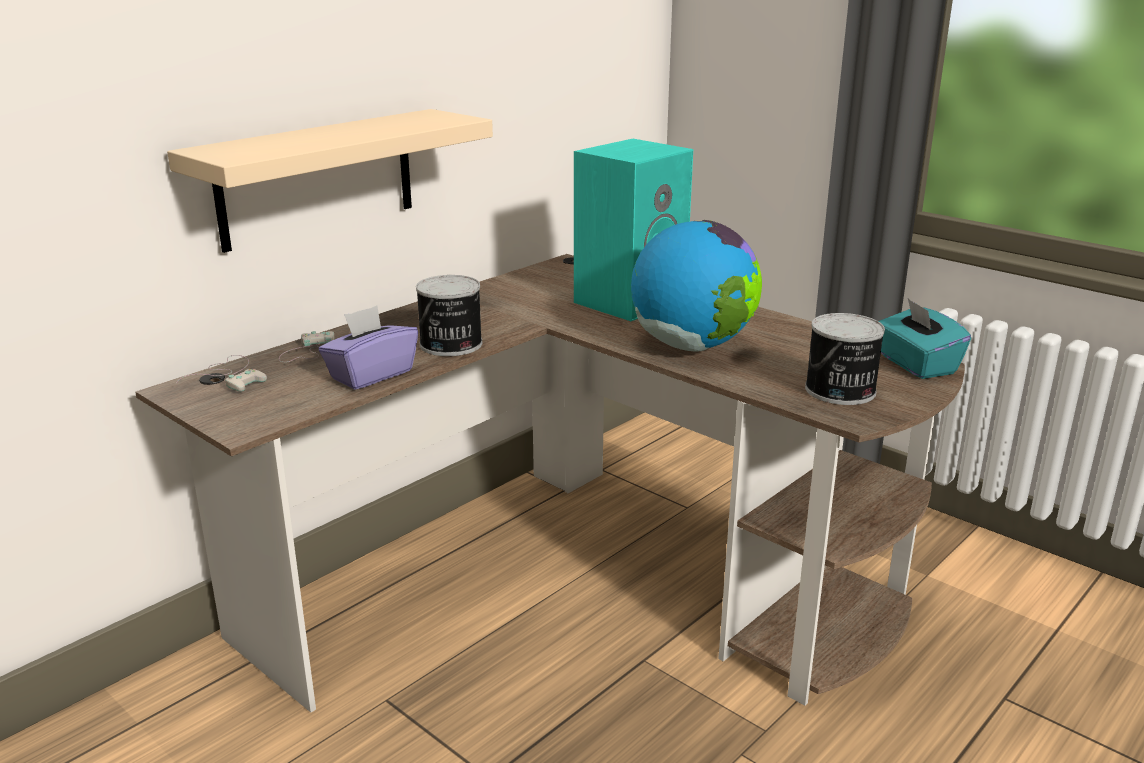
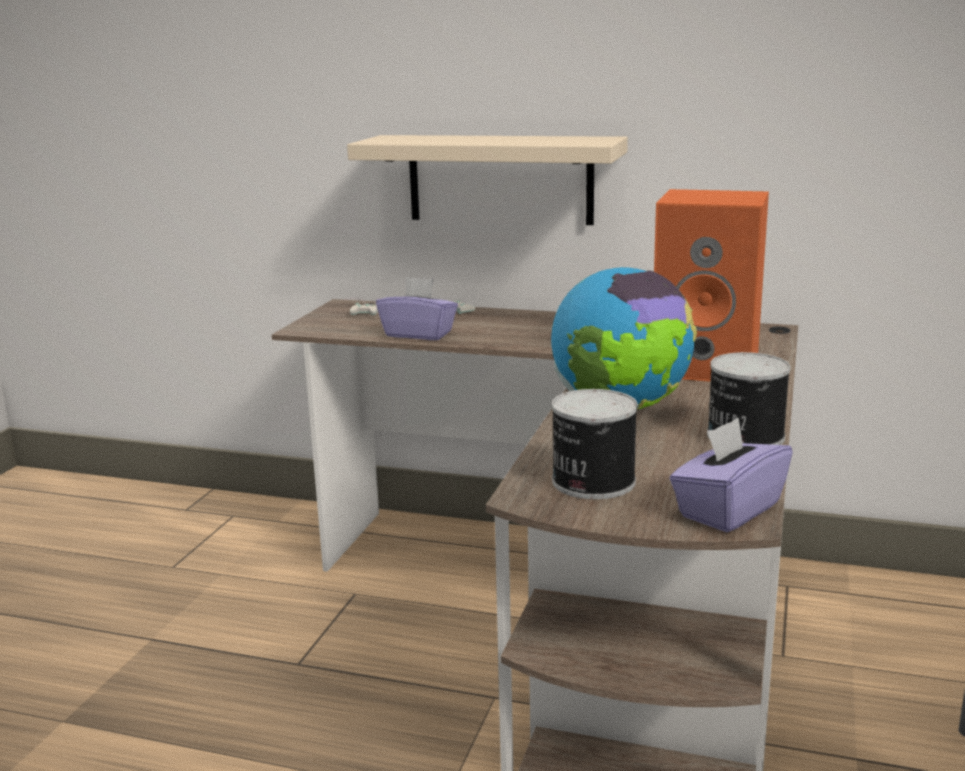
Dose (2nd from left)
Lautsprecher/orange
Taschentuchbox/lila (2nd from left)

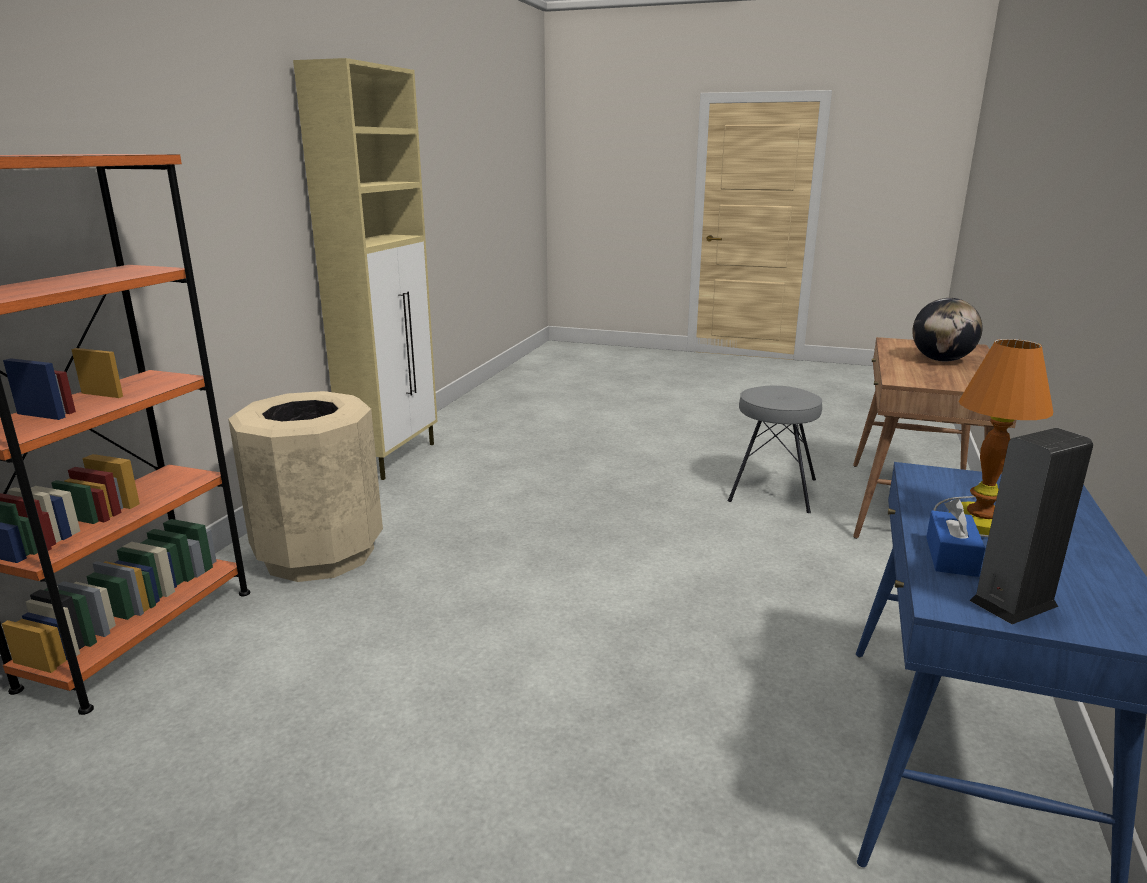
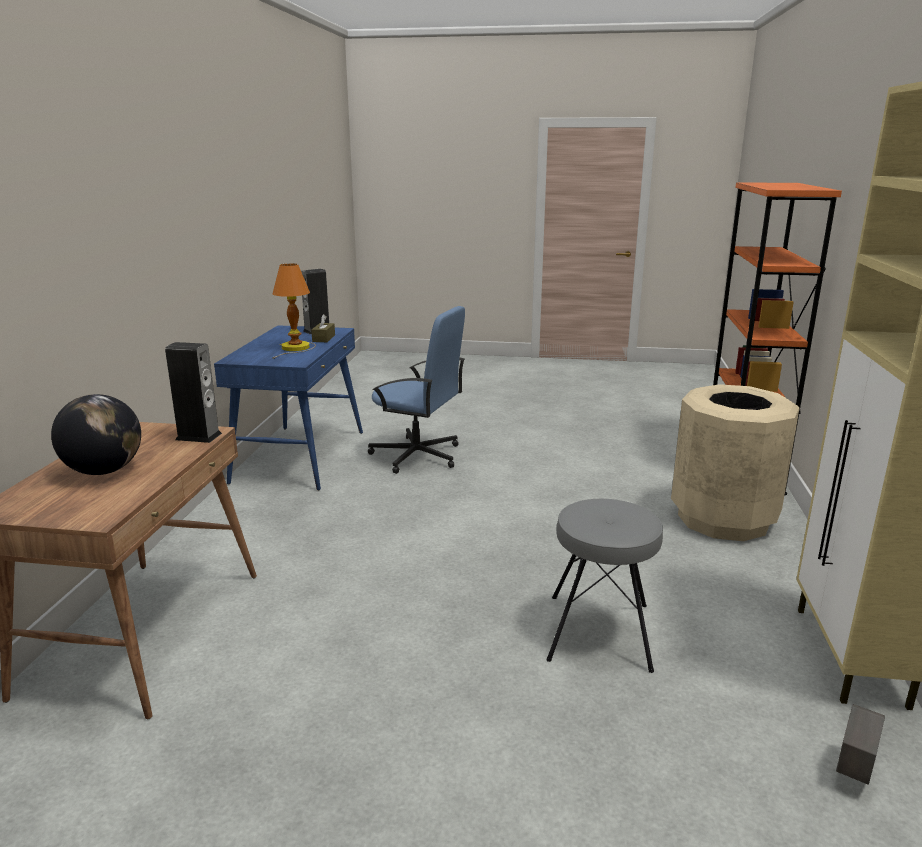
Hocker/grau
Taschentuchbox/braun
Lautsprecher (1st from left)
Bürostuhl/blau
Pflanzkübel/grau

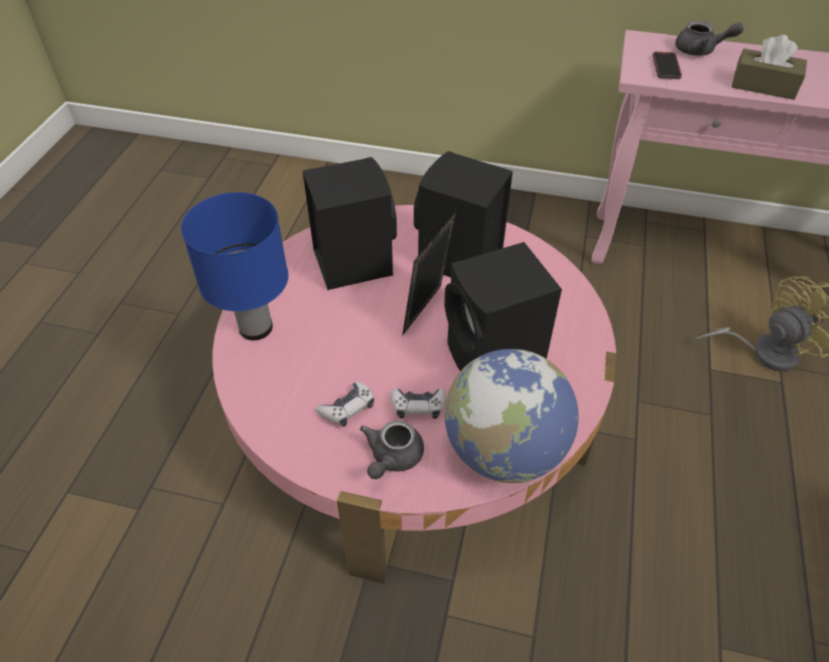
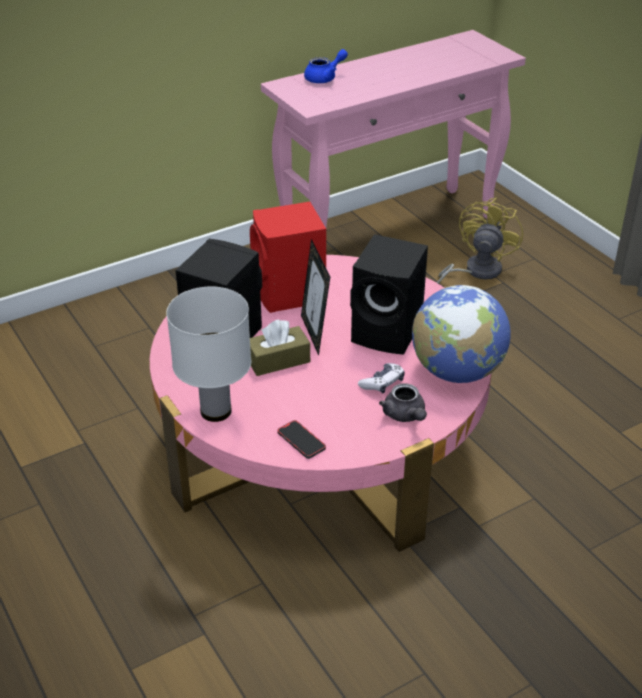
Tischlampe/weiß
Gamepad (1st from left in the first image)
Lautsprecher/rot
Handy
Teekanne/blau
Taschentuchbox/braun

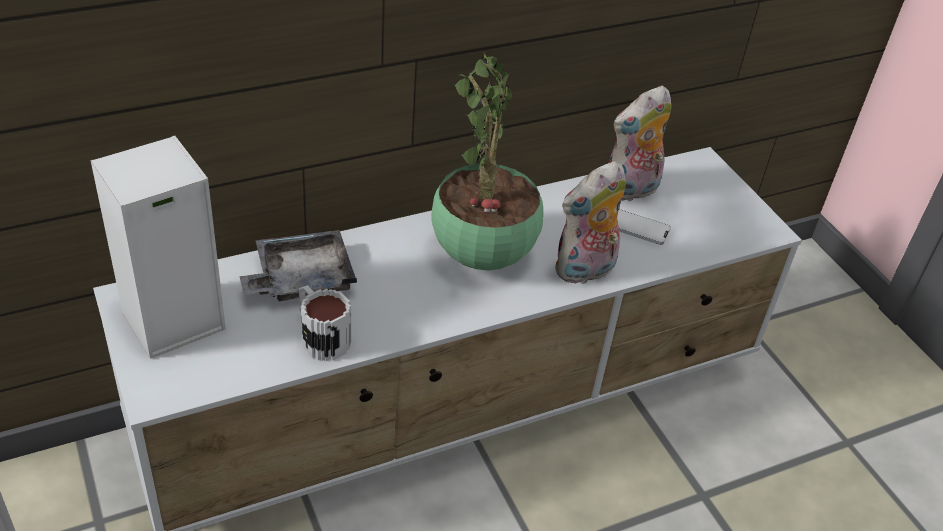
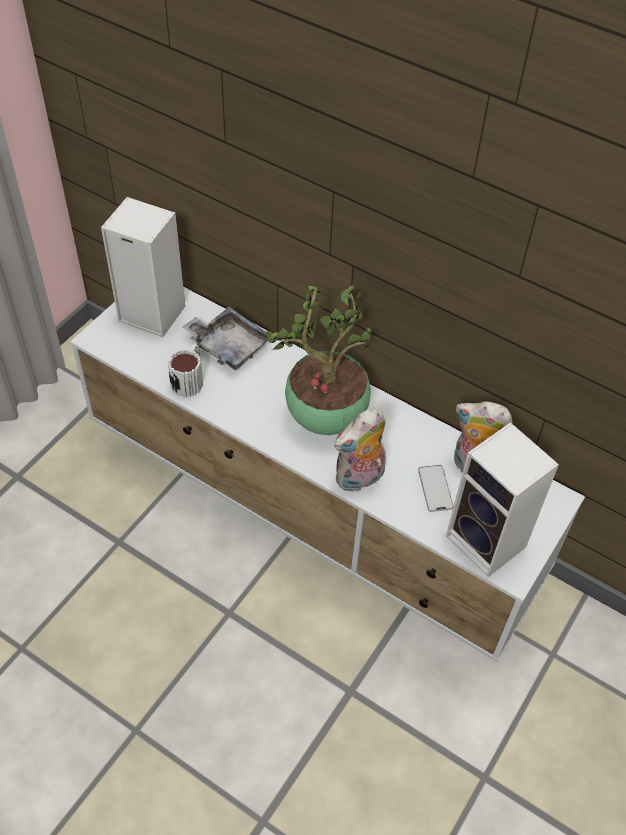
Plüschtier (1st from left)
Lautsprecher (2nd from left)

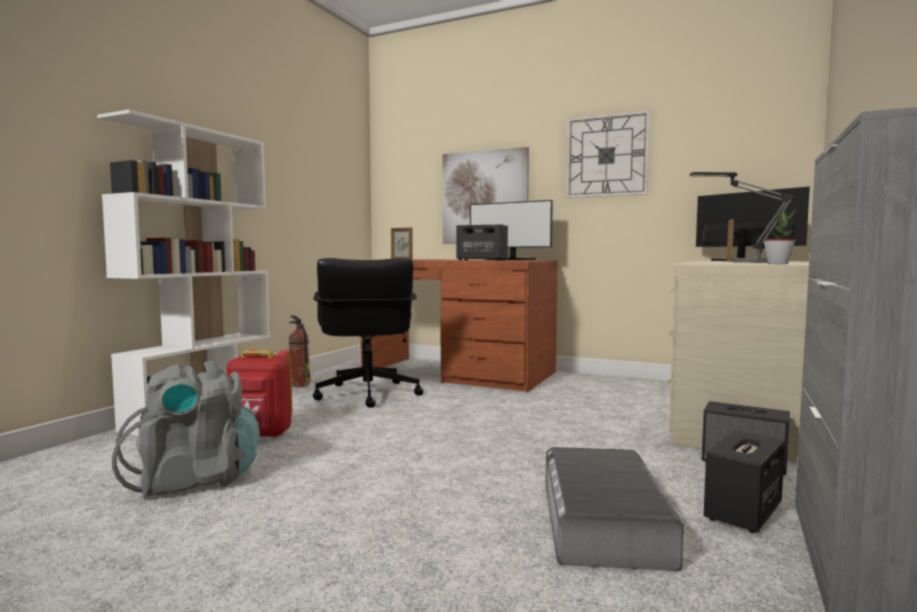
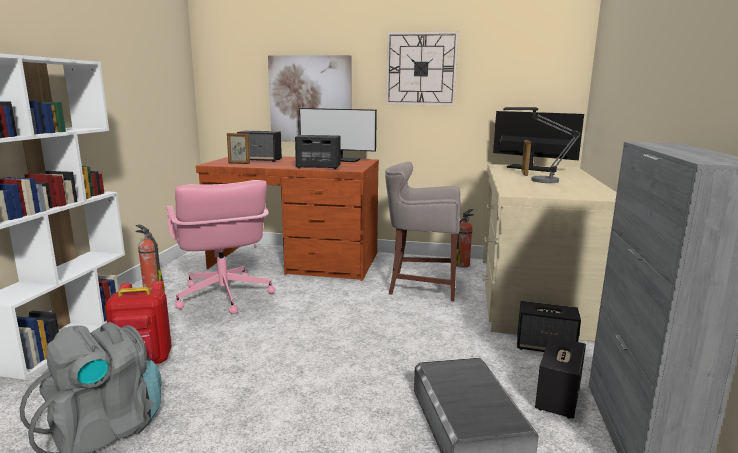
Bürostuhl/rosa
Topfpflanze
Lautsprecher (1st from left)
Hocker/grau
Feuerlöscher (2nd from left)

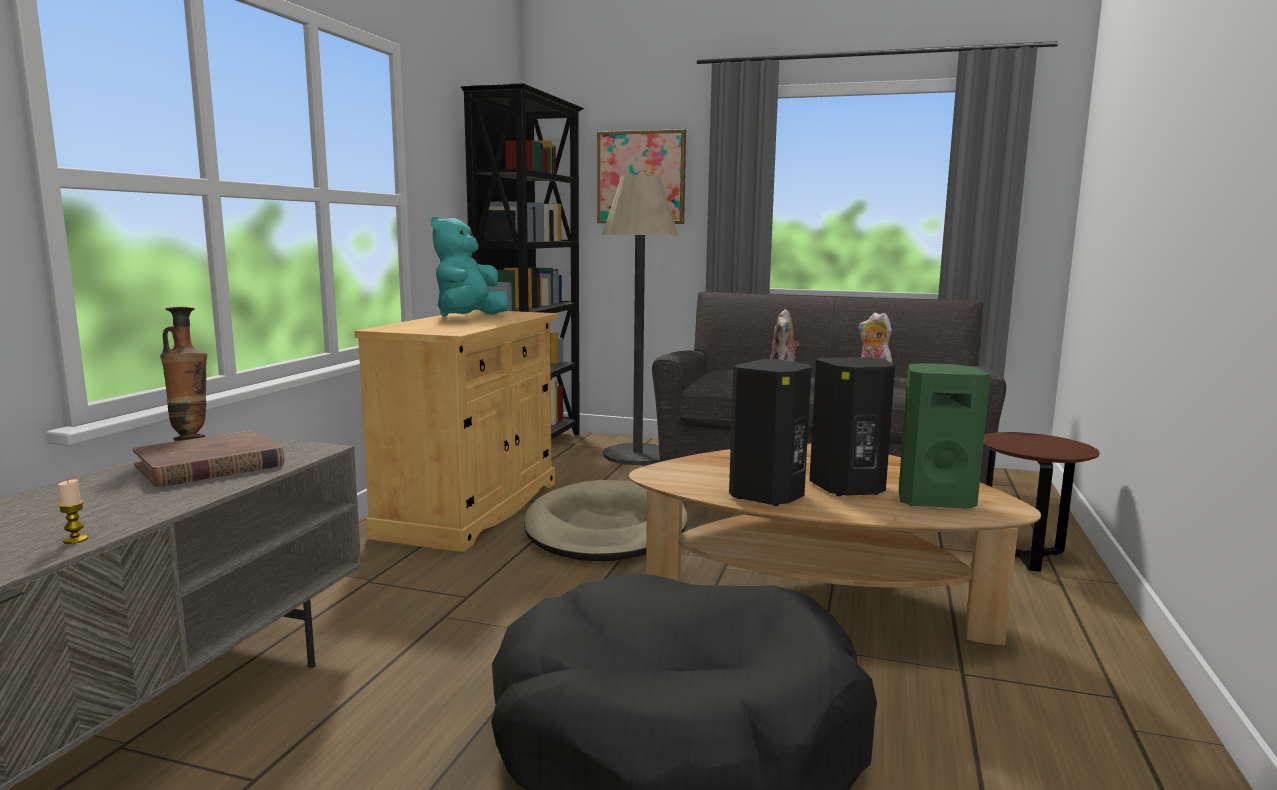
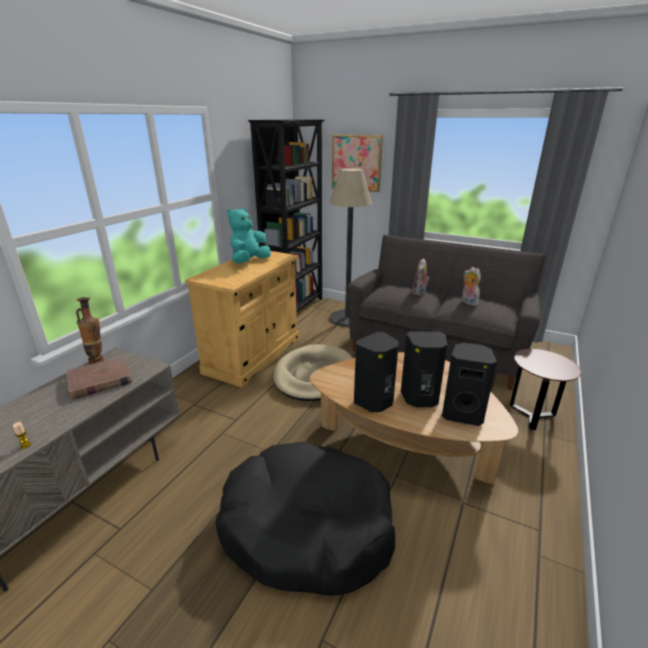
Lautsprecher/schwarz (3rd from left)

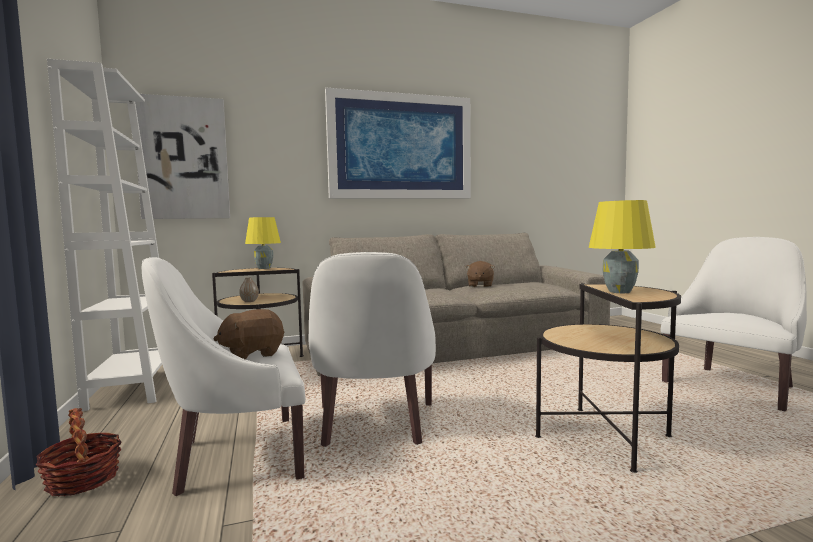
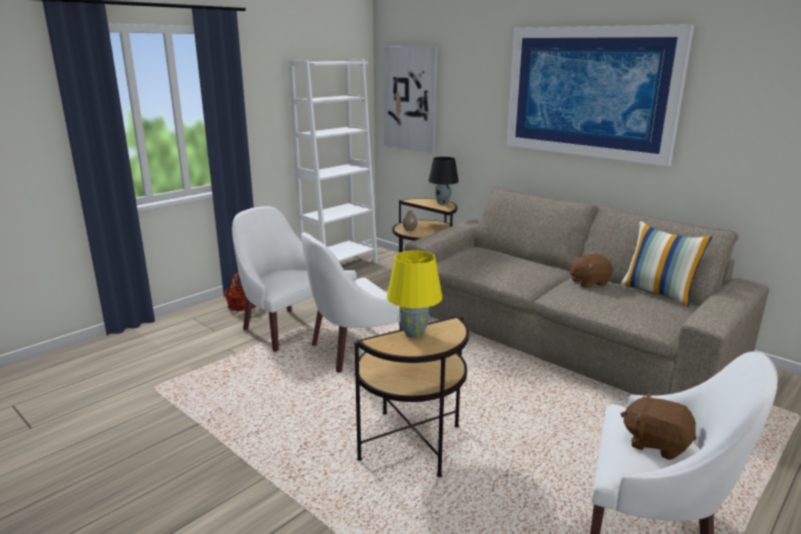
Plüschtier/braun (2nd from left)
Tischlampe/schwarz
Kissen

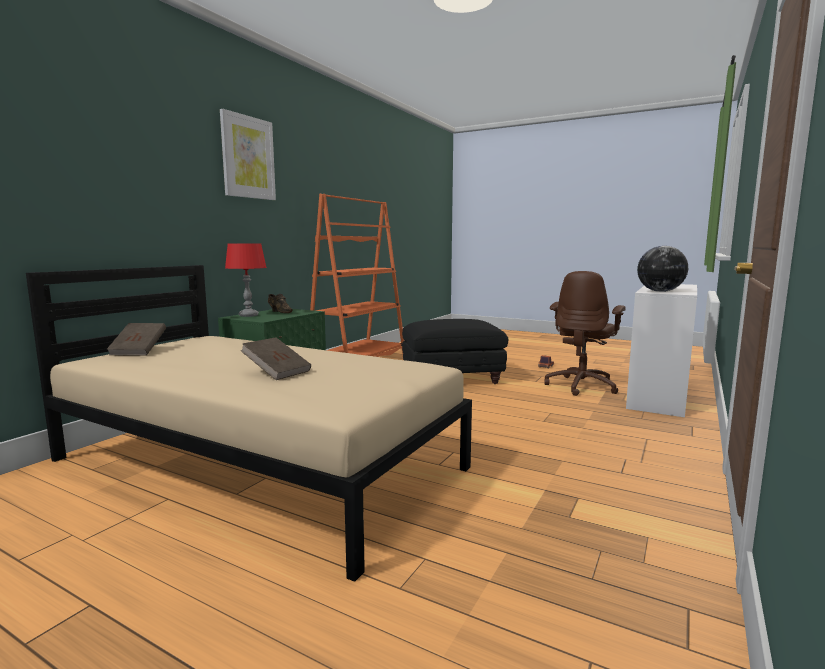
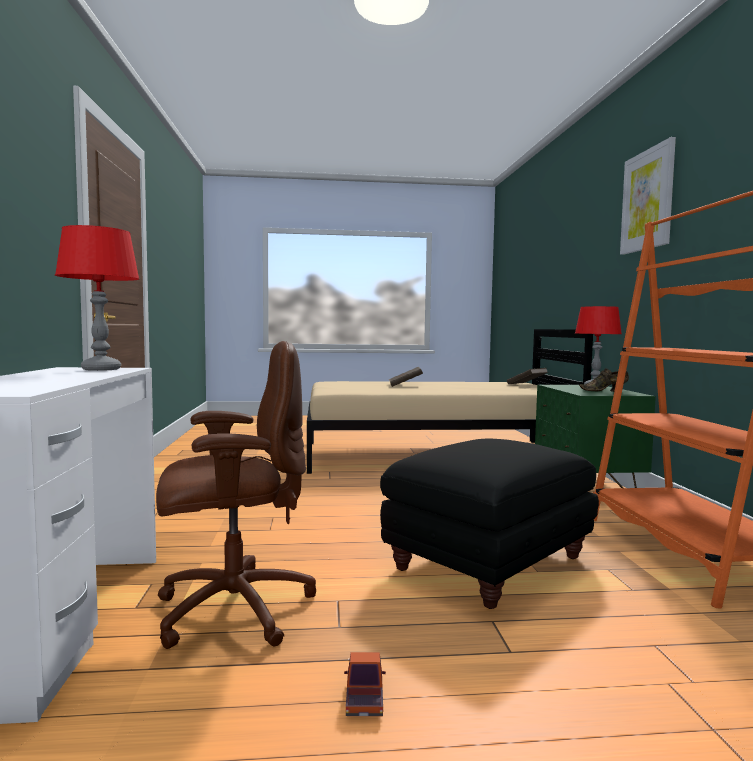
Bürostuhl/braun
Tischlampe/rot (1st from left)

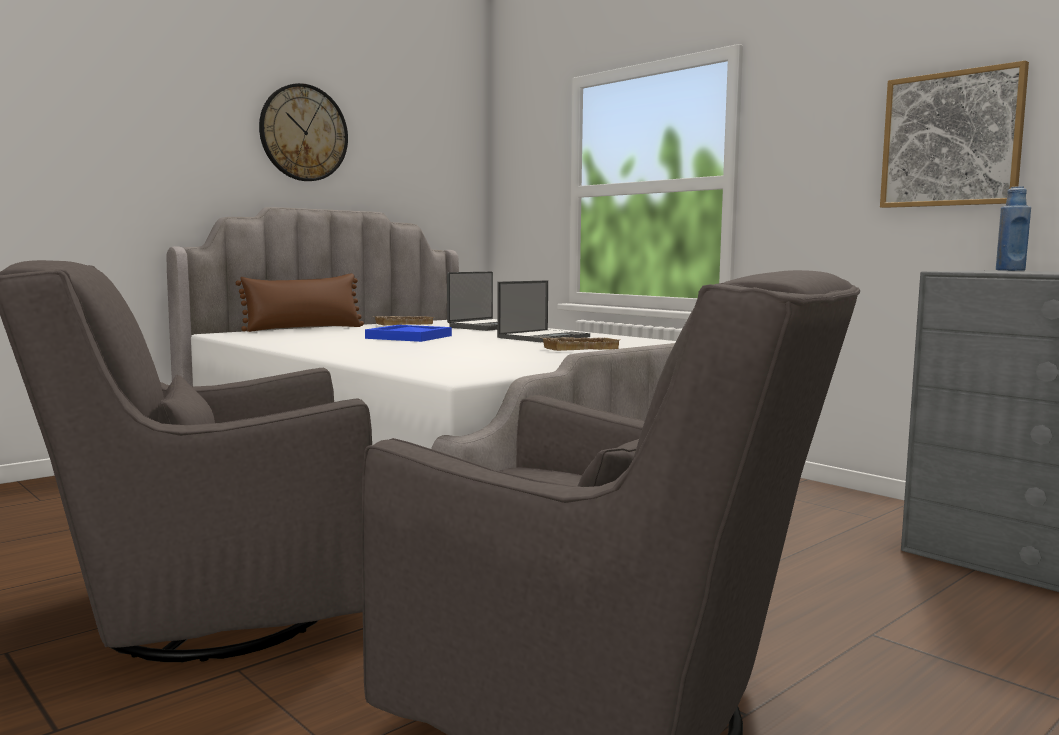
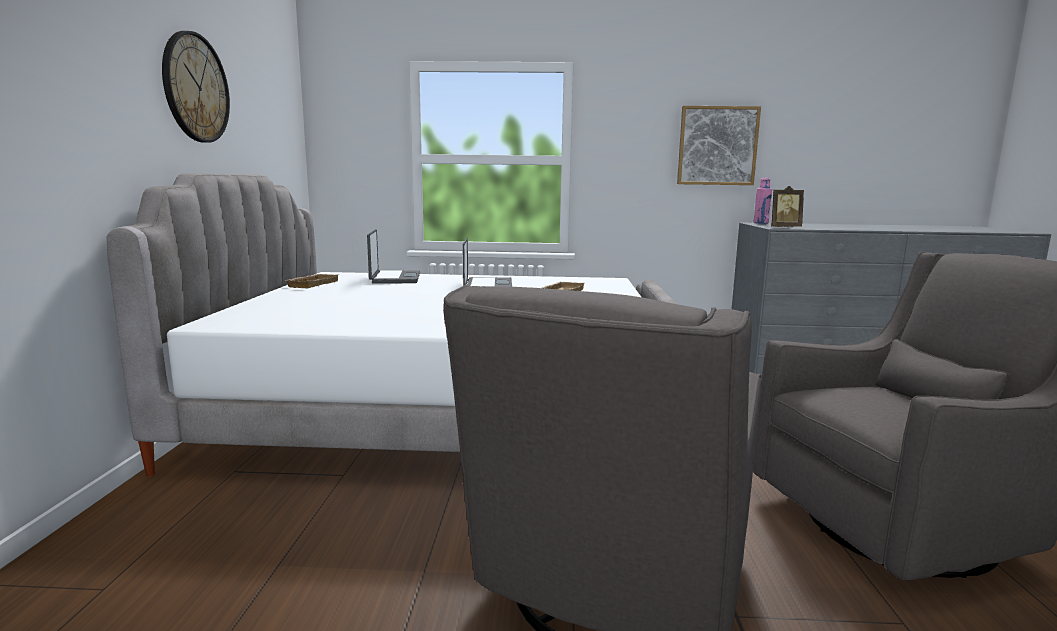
Kissen/braun
Tablett/blau
Flasche/rosa
Bilderrahmen

